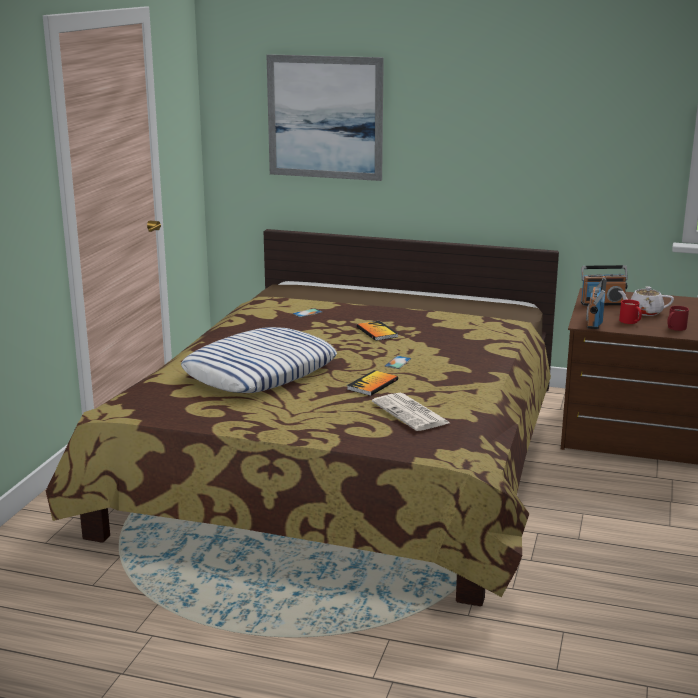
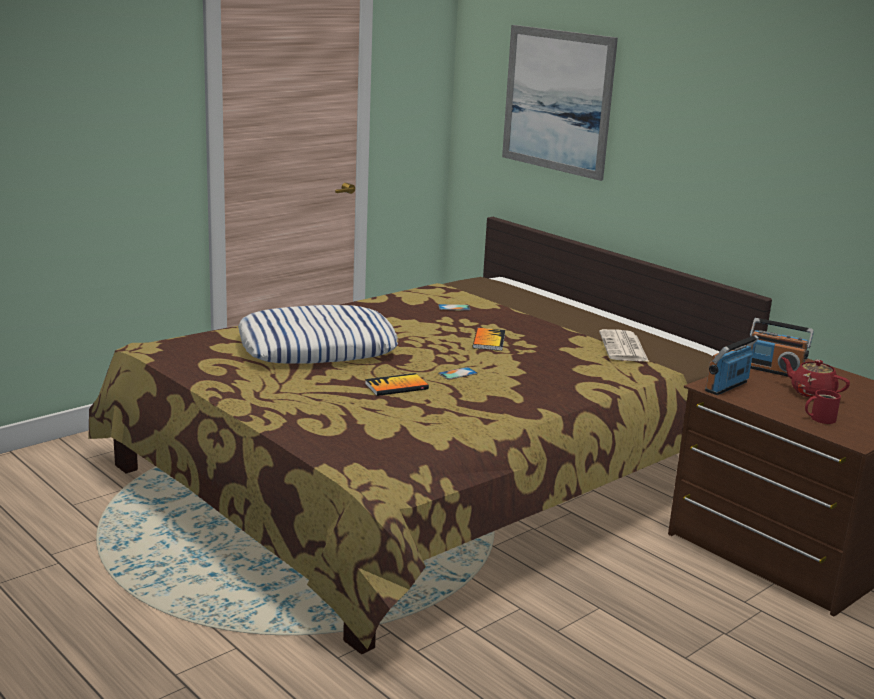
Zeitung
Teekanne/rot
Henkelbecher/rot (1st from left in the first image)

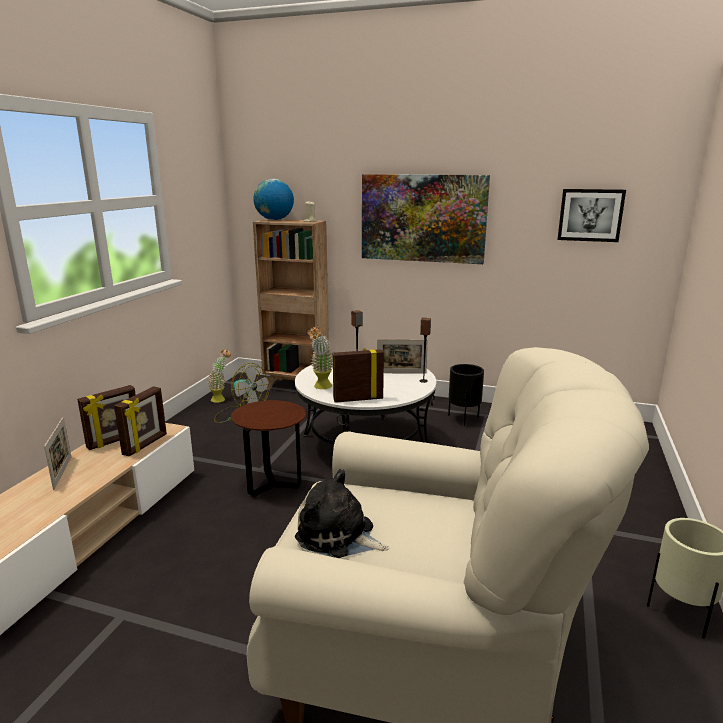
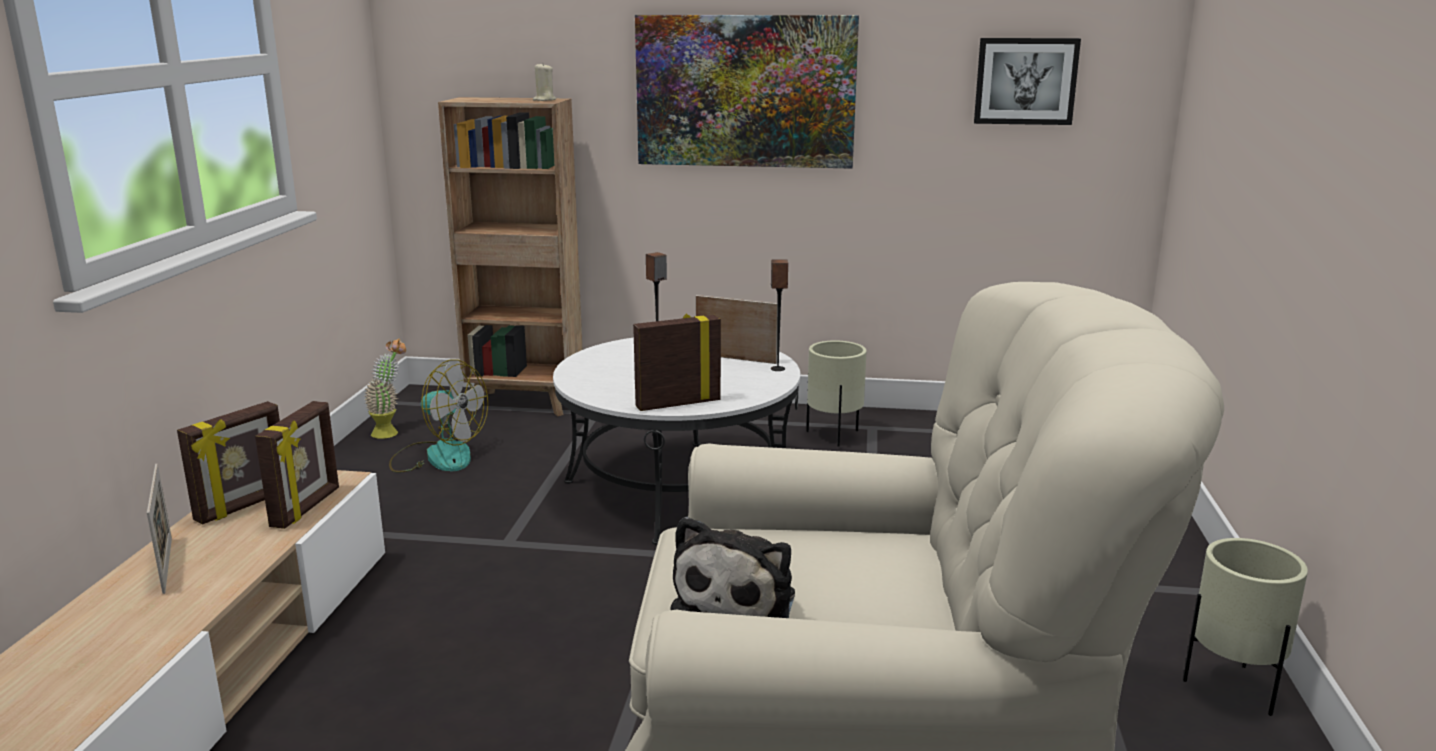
Beistelltisch/braun
Globus
Plüschtier
Topfpflanze (2nd from left in the first image)
Bilderrahmen (5th from left)
Pflanzkübel/beige (1st from left)

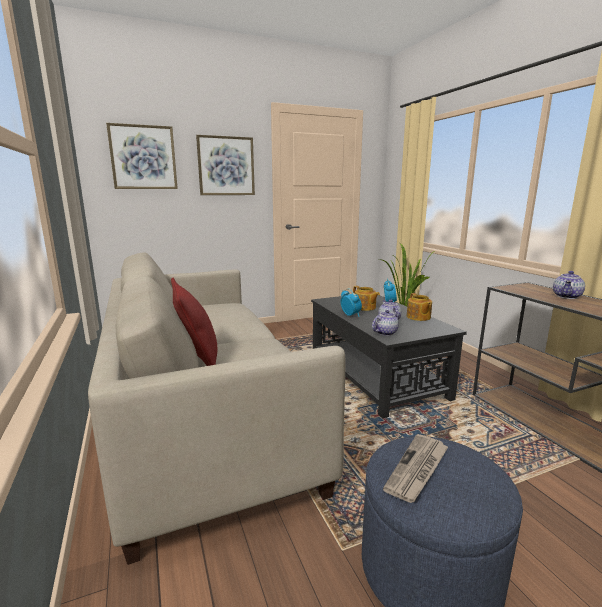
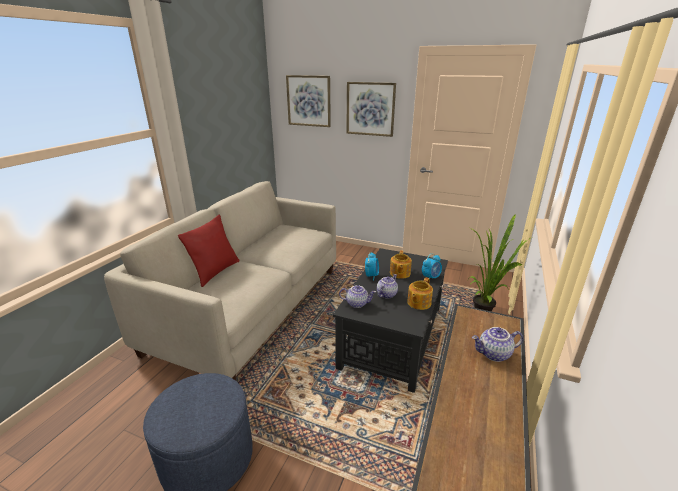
Zeitung

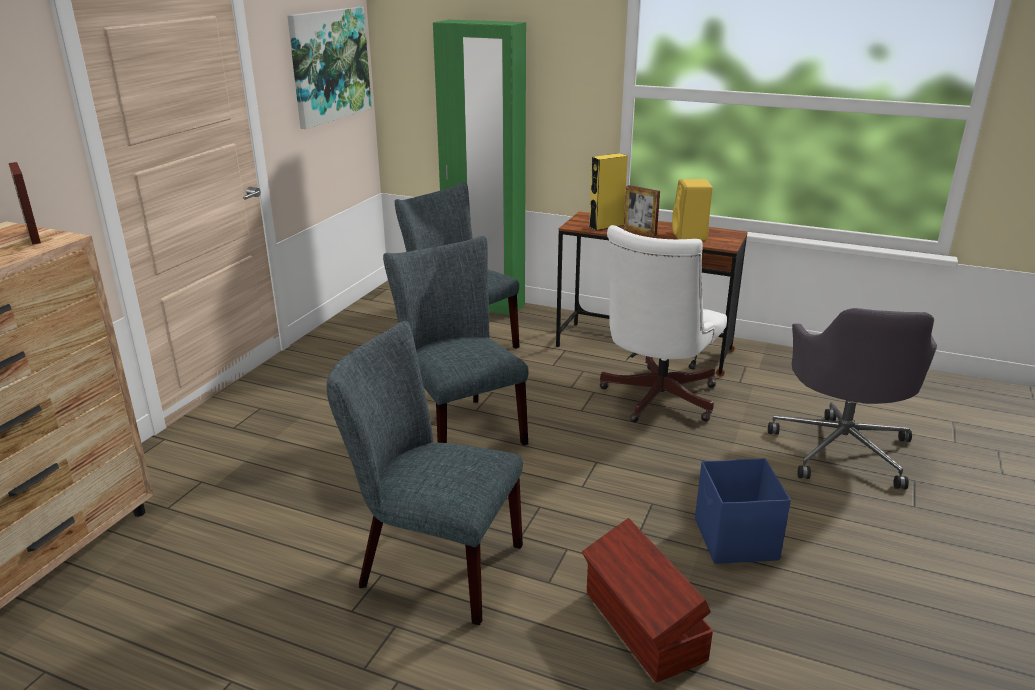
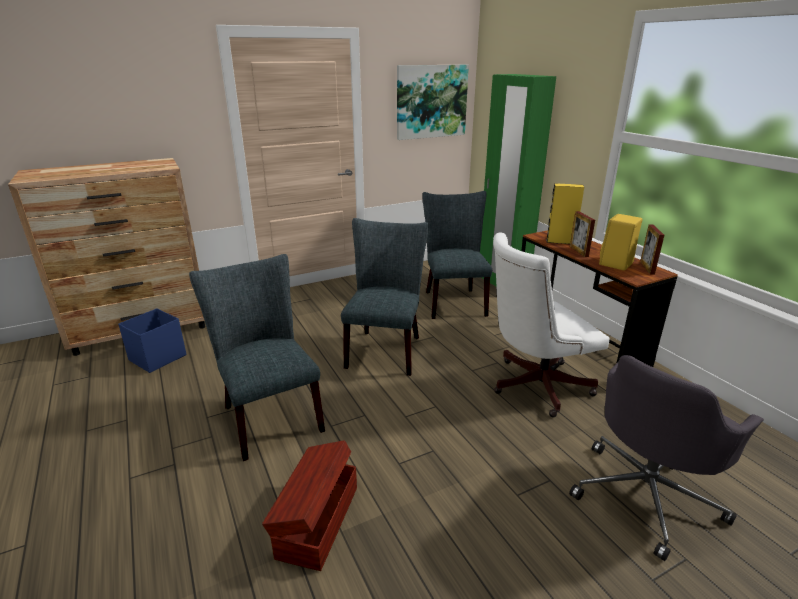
Bilderrahmen (2nd from left)
Aufbewahrungsbox/blau

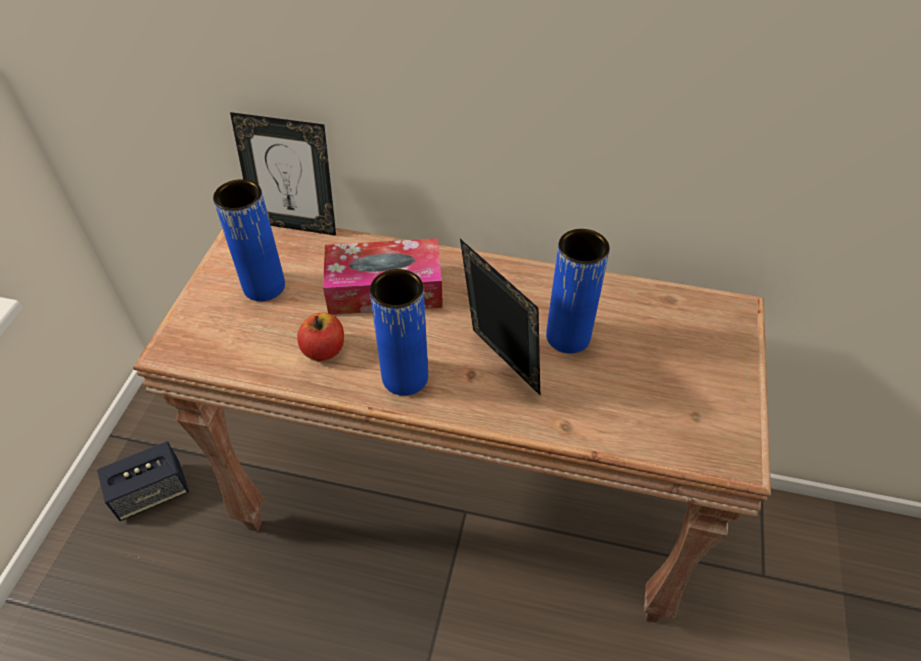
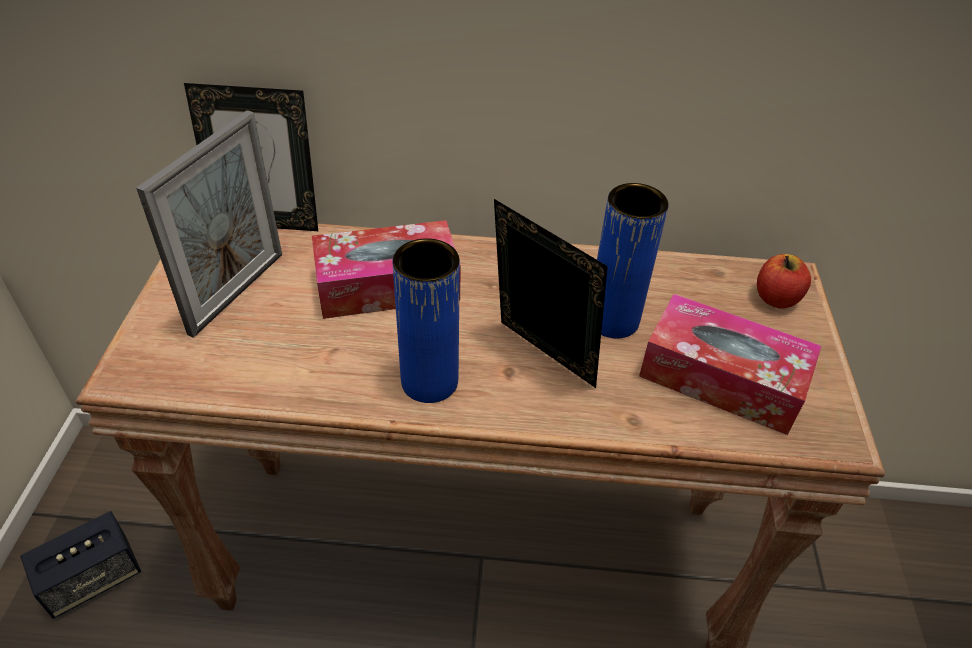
Bilderrahmen (1st from left)
Apfel
Taschentuchbox (2nd from left)

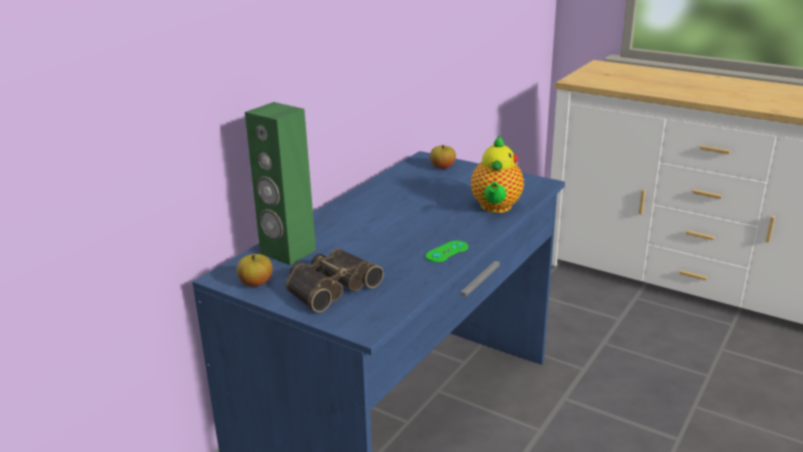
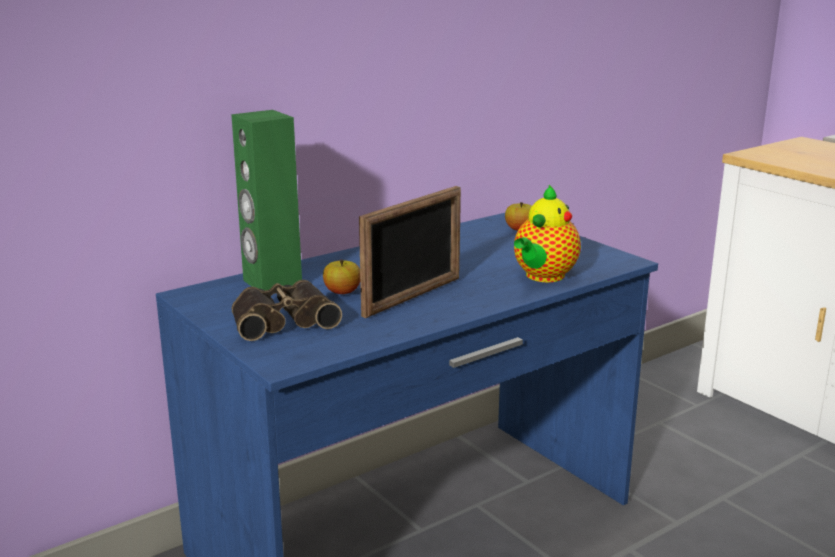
Apfel (1st from left)
Gamepad/grün
Bilderrahmen

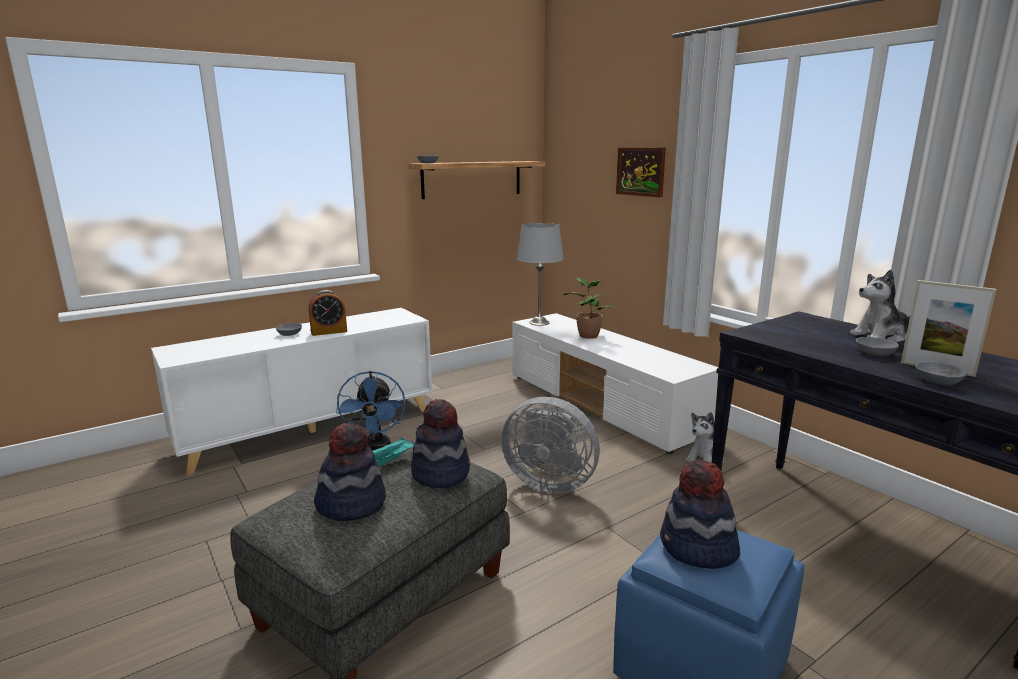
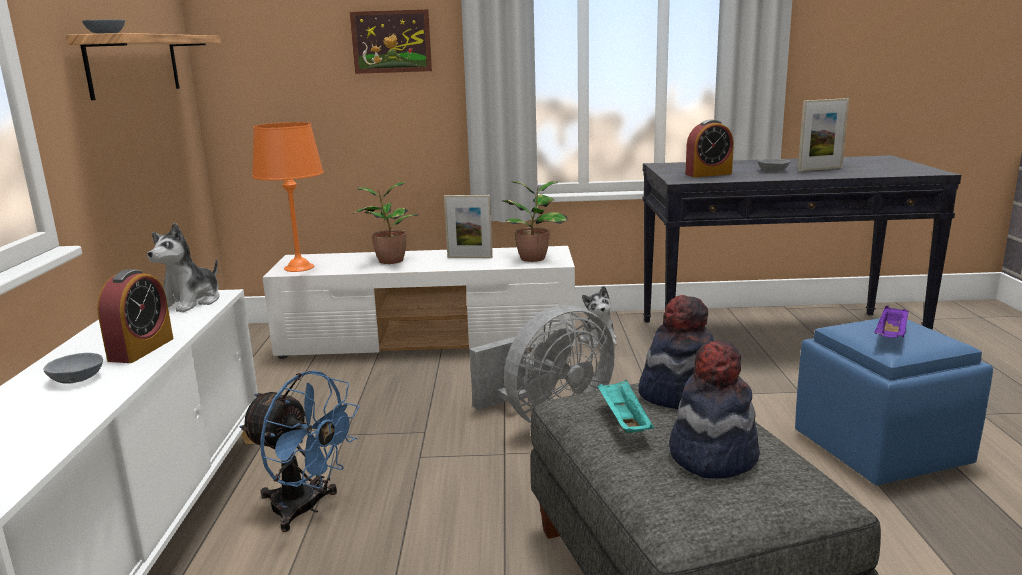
Tischlampe/orange
Tablett/lila
Plüschtier (1st from left)
Schüssel/grau (4th from left in the first image)
Bilderrahmen (1st from left)
Topfpflanze (2nd from left)
Wecker (2nd from left)

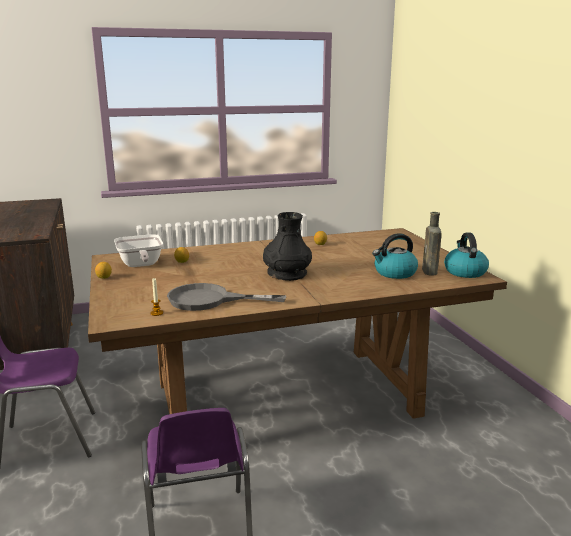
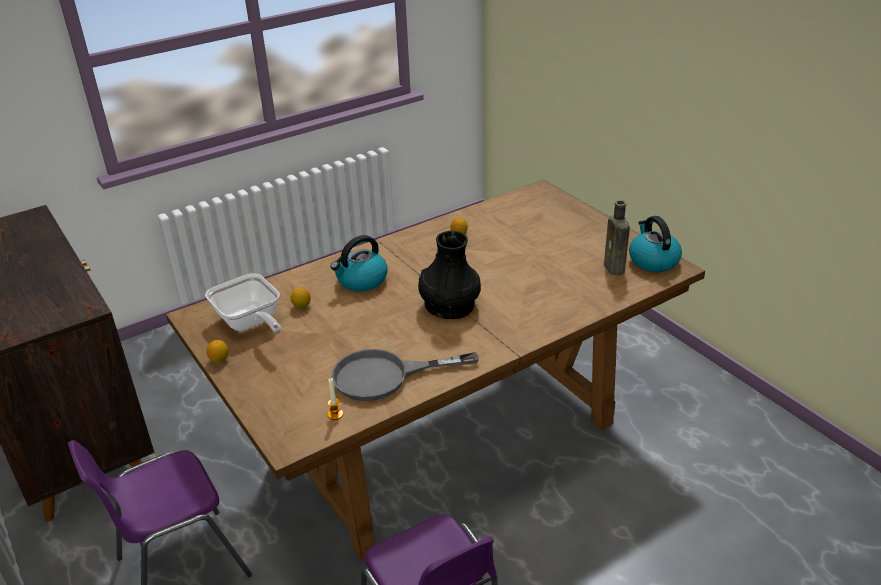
Wasserkessel (1st from left)

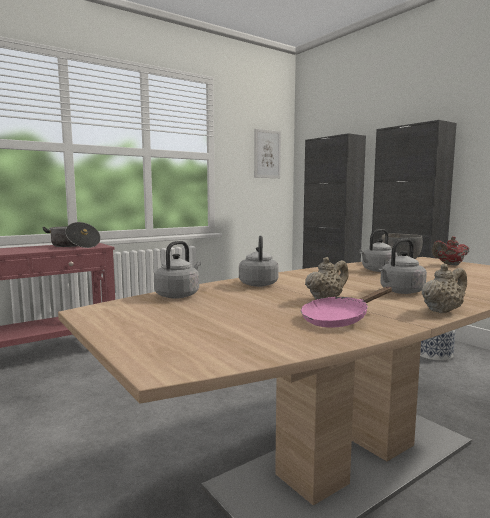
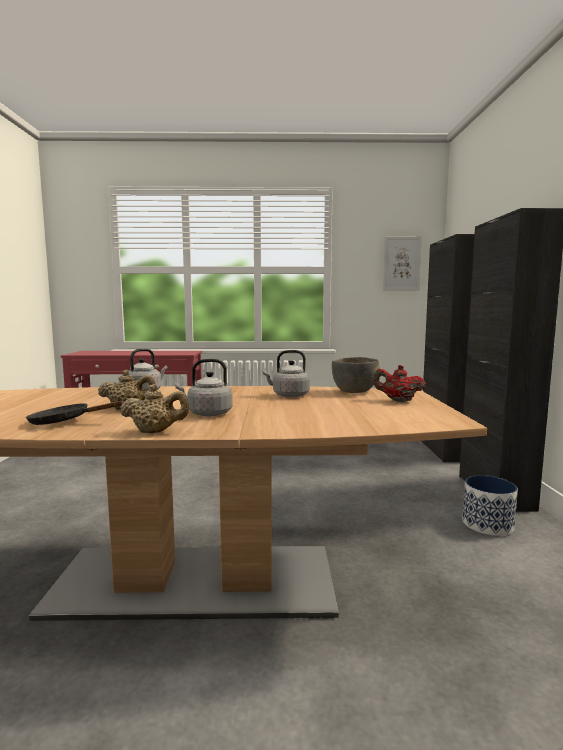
Kochtopf
Wasserkessel/grau (1st from left in the first image)
Pfanne/schwarz

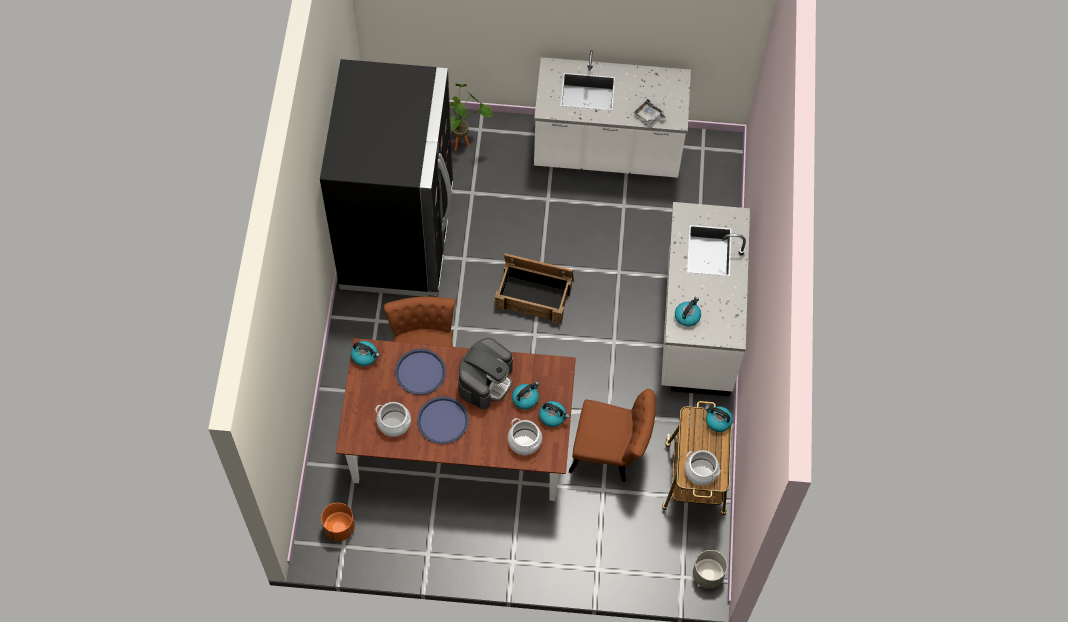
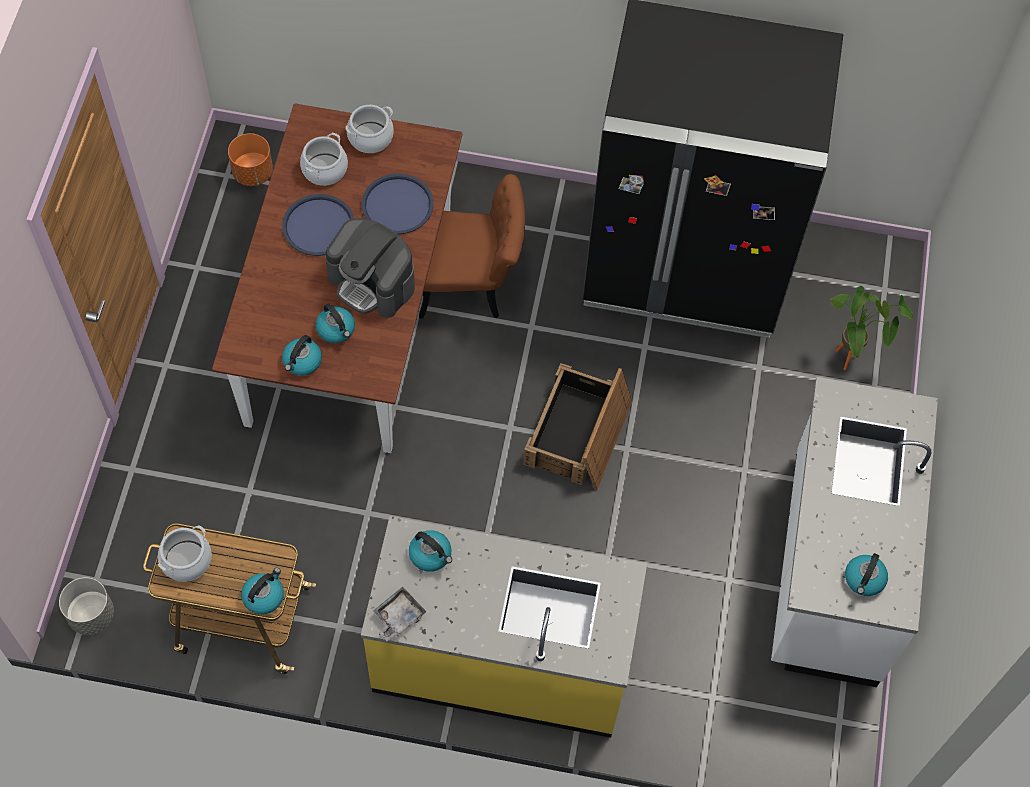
Wasserkessel (5th from left)
Kochtopf (3rd from left)
Stuhl/braun (2nd from left in the first image)
Tablett/grau
Küchenzeile/gelb

